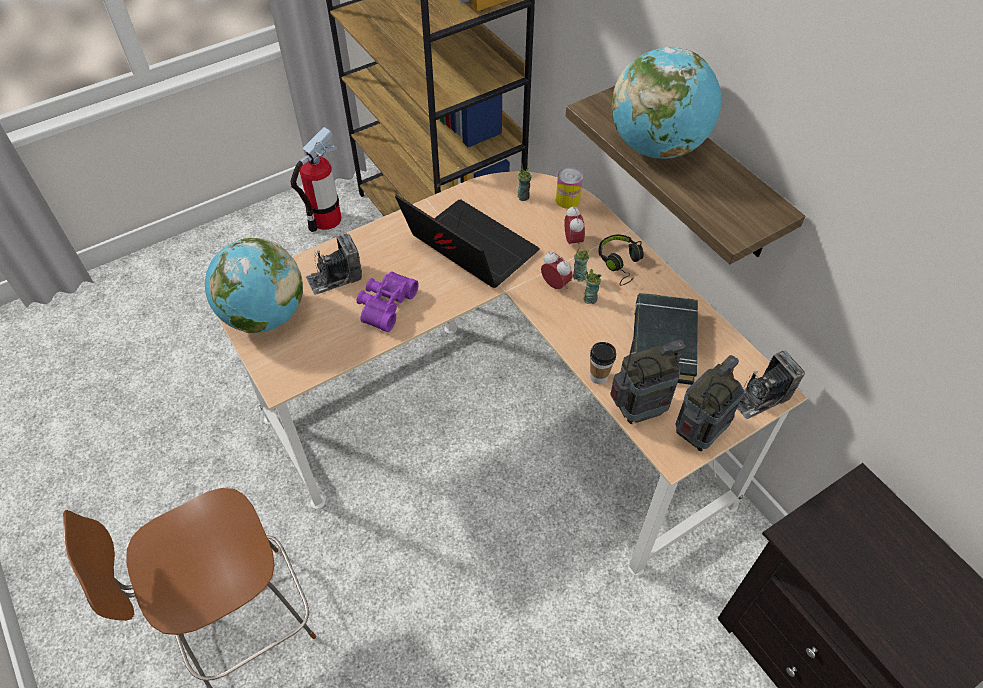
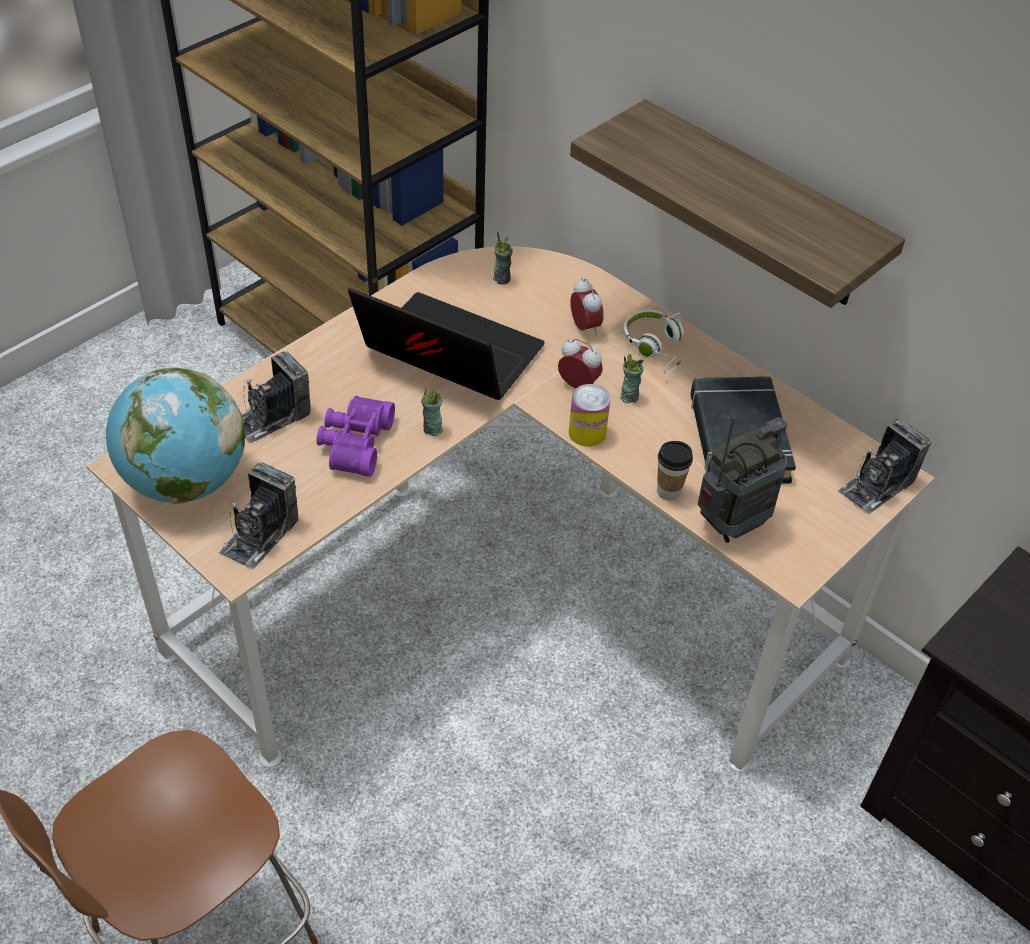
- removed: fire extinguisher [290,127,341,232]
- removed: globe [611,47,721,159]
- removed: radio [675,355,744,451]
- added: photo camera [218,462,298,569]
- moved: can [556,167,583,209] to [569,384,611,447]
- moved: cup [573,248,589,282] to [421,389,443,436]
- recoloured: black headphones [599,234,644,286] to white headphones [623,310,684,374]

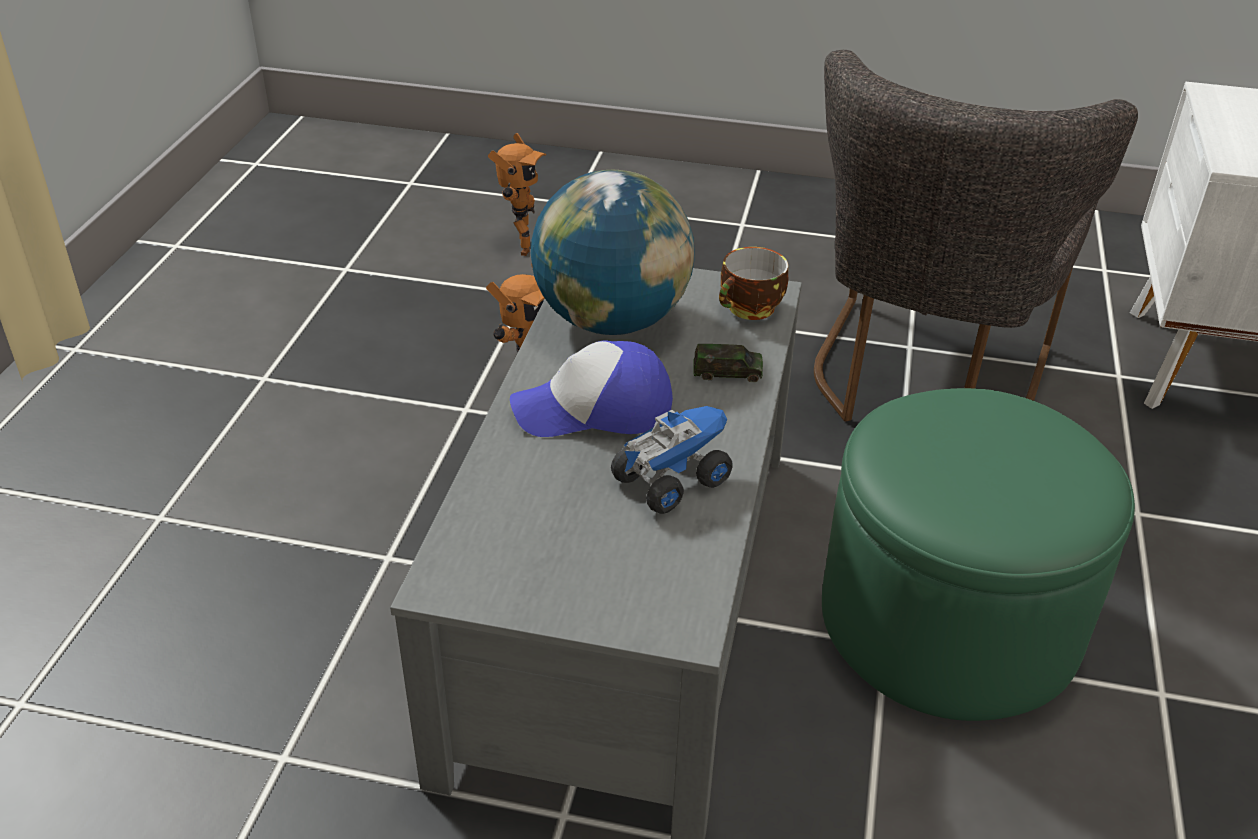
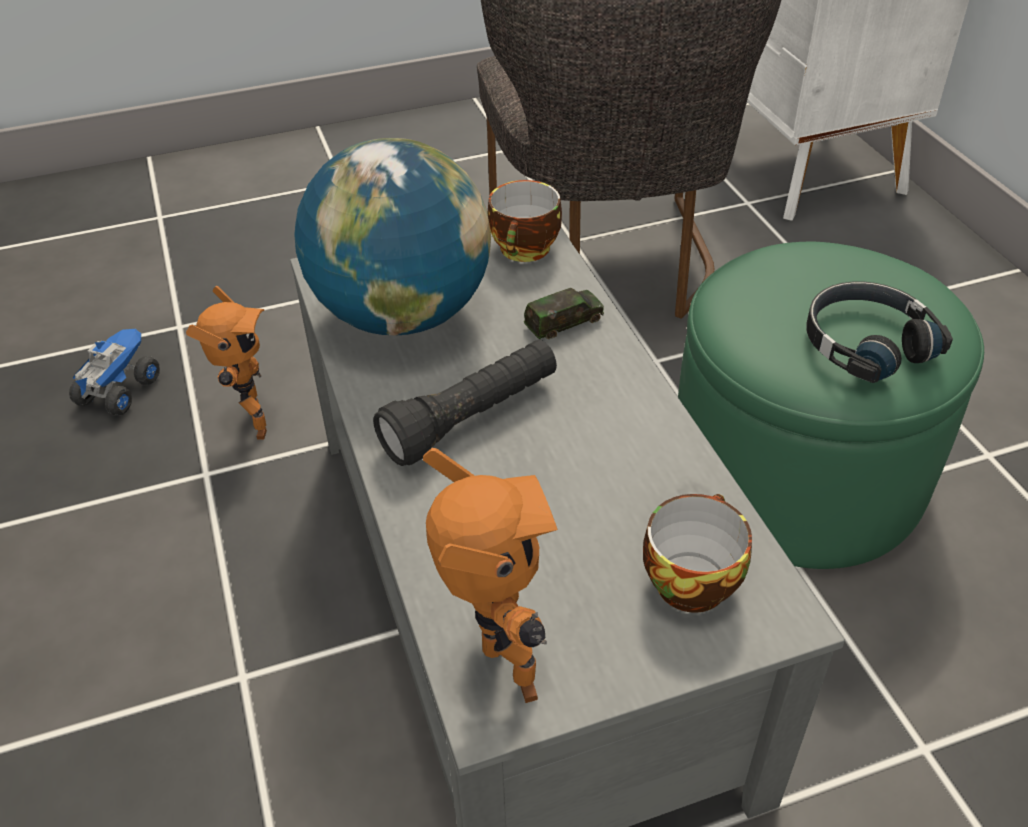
- added: cup [643,494,752,613]
- added: black headphones [806,282,953,383]
- moved: toy robot [488,133,547,256] to [423,448,558,703]
- moved: toy truck [611,406,733,514] to [69,329,160,415]
- replaced: cap [510,341,673,437] to black flashlight [373,340,557,466]

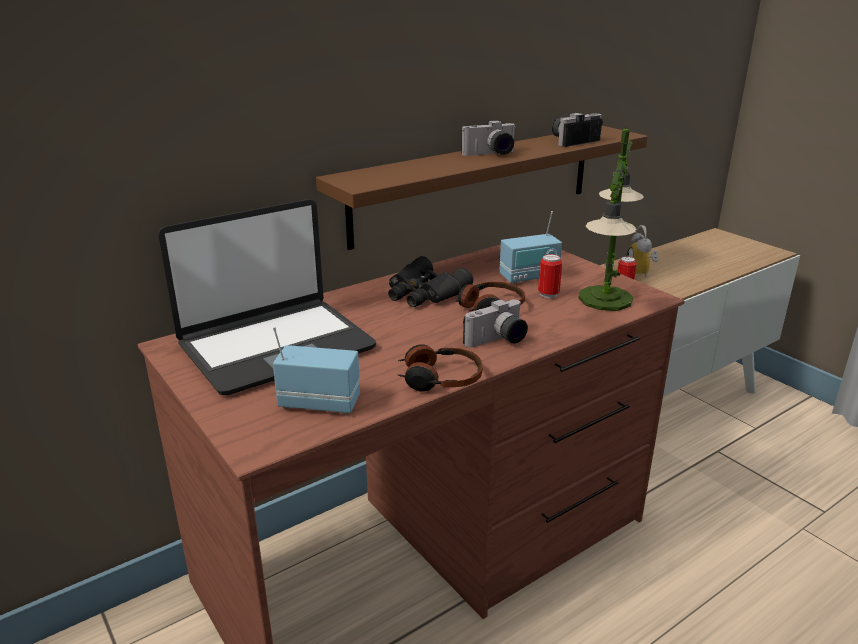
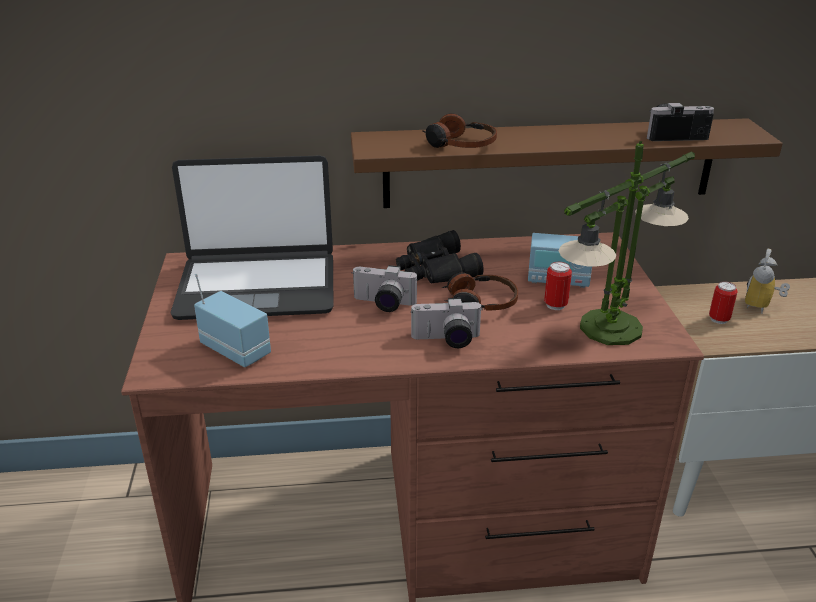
- moved: headphones [398,344,482,392] to [423,113,497,148]
- moved: photo camera [461,120,516,156] to [352,265,418,312]

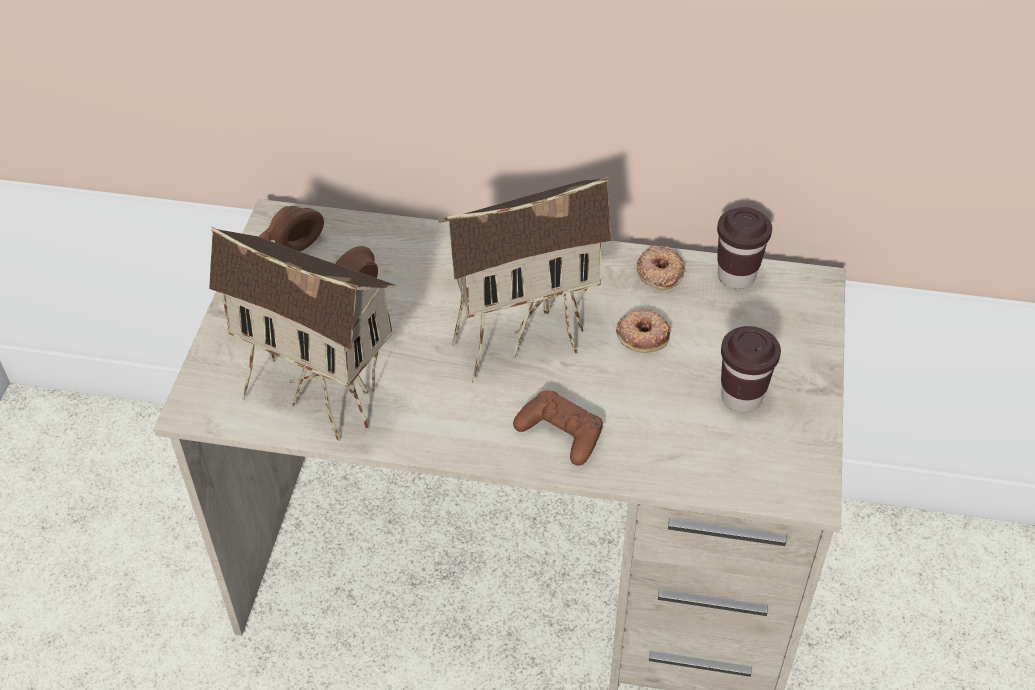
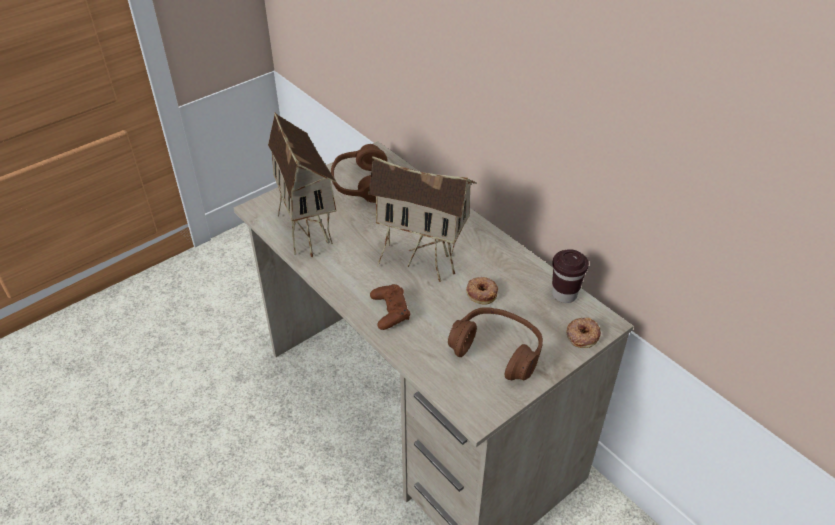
- moved: donut [637,246,685,290] to [567,318,601,348]
- replaced: brown cup [721,326,781,413] to brown headphones [448,307,543,380]

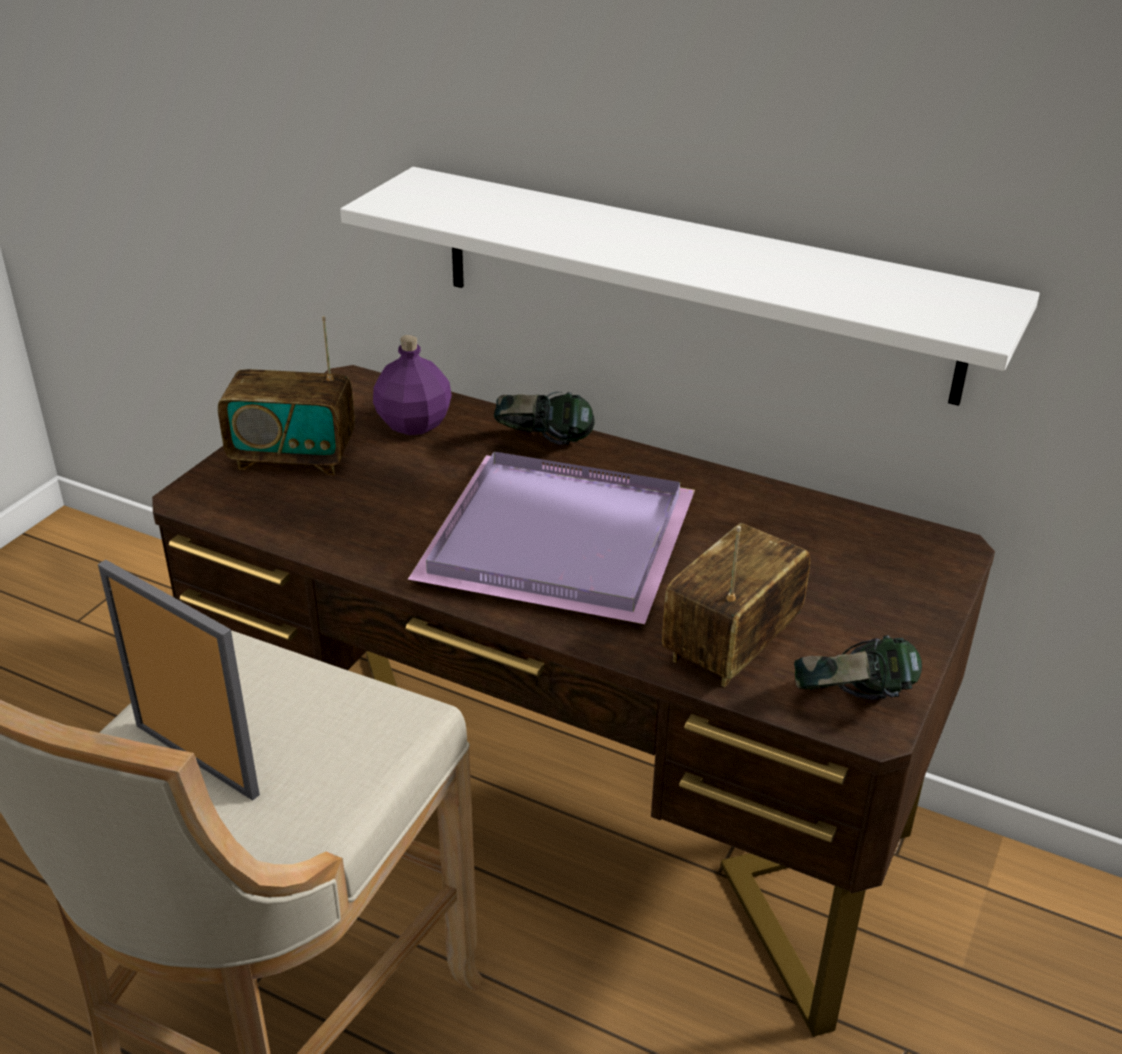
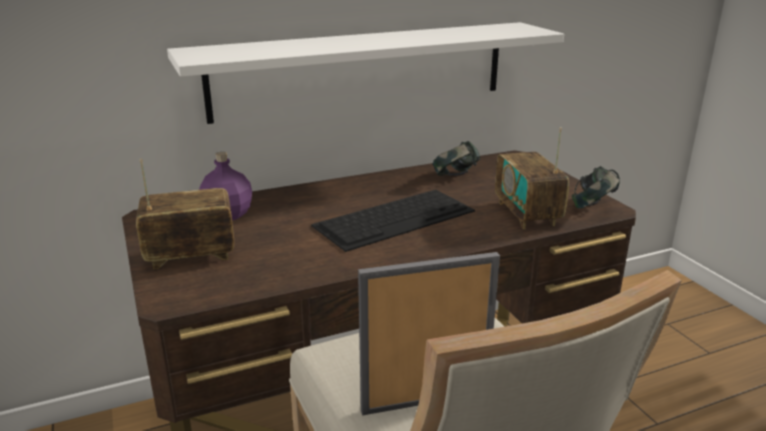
- moved: headphones [494,392,595,445] to [433,141,481,176]
- replaced: purple tray [408,452,695,624] to keyboard [311,190,475,252]
- turned: radio [218,316,355,475] = [136,159,235,269] 150 degrees counterclockwise

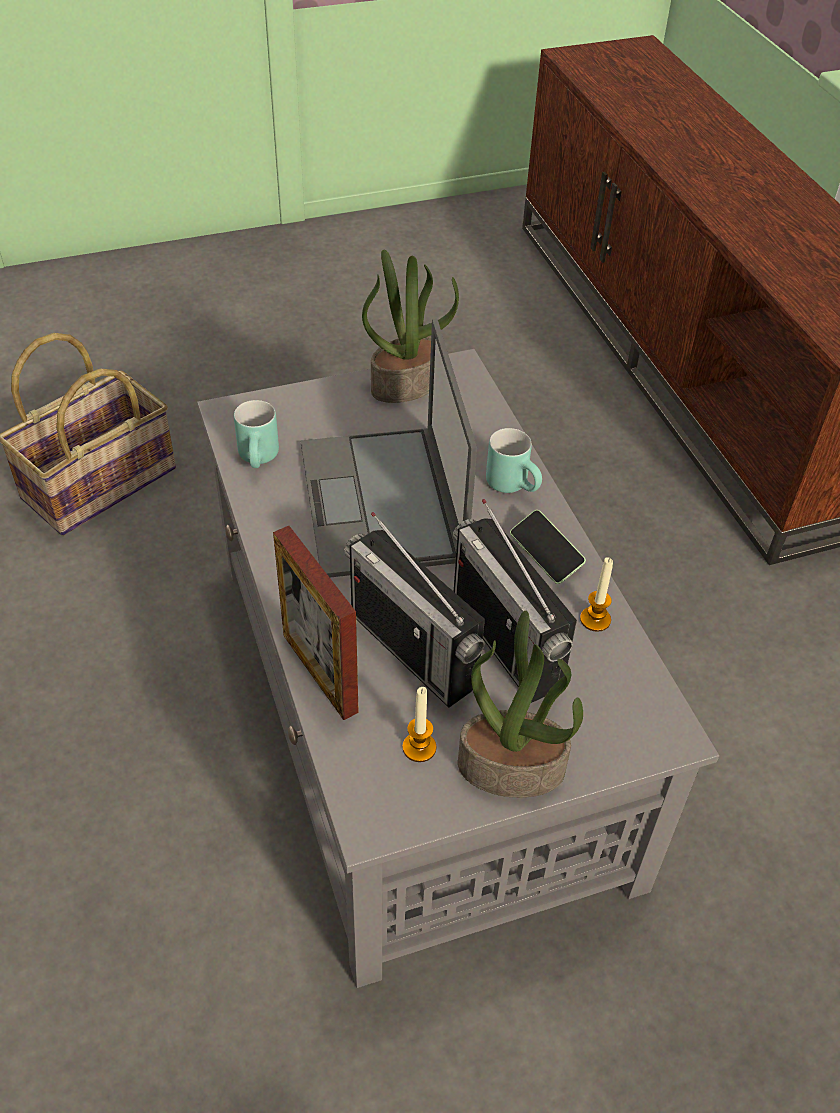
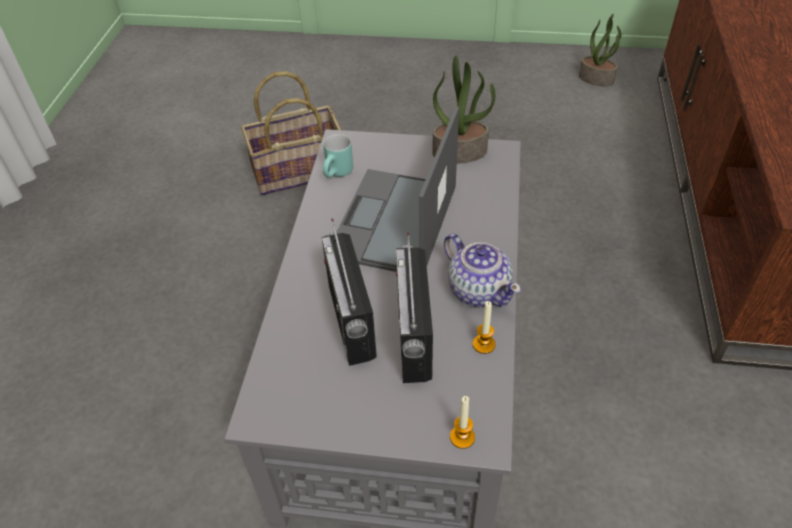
- removed: picture frame [273,526,359,720]
- removed: turquoise mug [486,428,542,493]
- moved: candle [402,687,437,762] to [450,396,475,449]
- moved: potted plant [458,611,583,798] to [579,14,622,86]
- replaced: phone [510,510,586,584] to teapot [444,234,521,307]

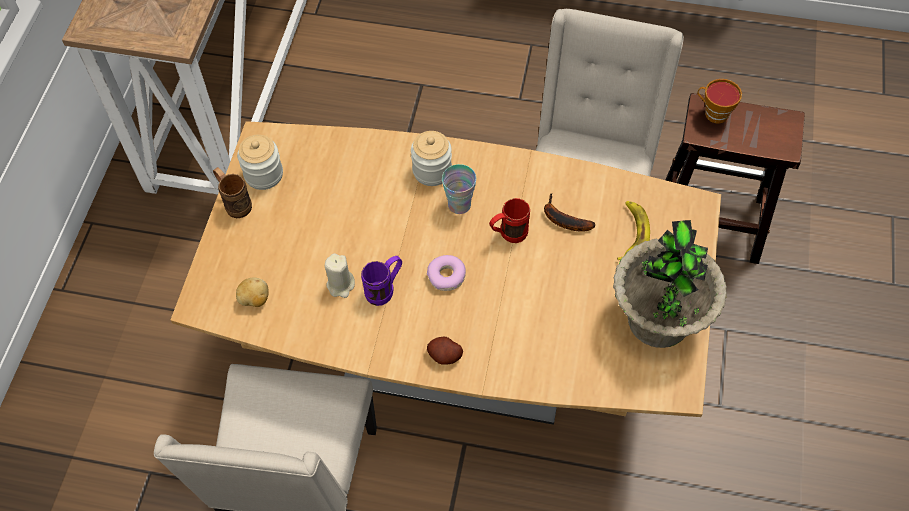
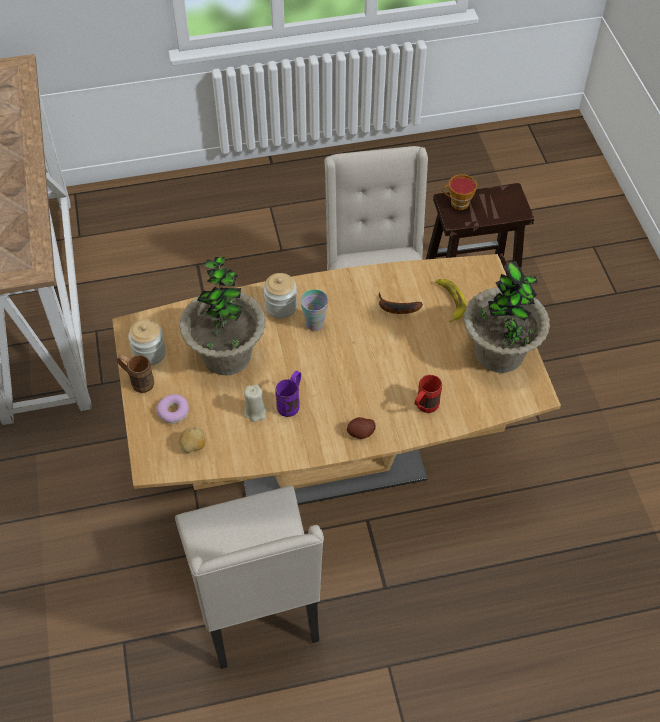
- added: potted plant [179,257,266,375]
- moved: donut [427,255,466,291] to [156,394,189,424]
- moved: red mug [489,198,530,243] to [415,375,442,413]

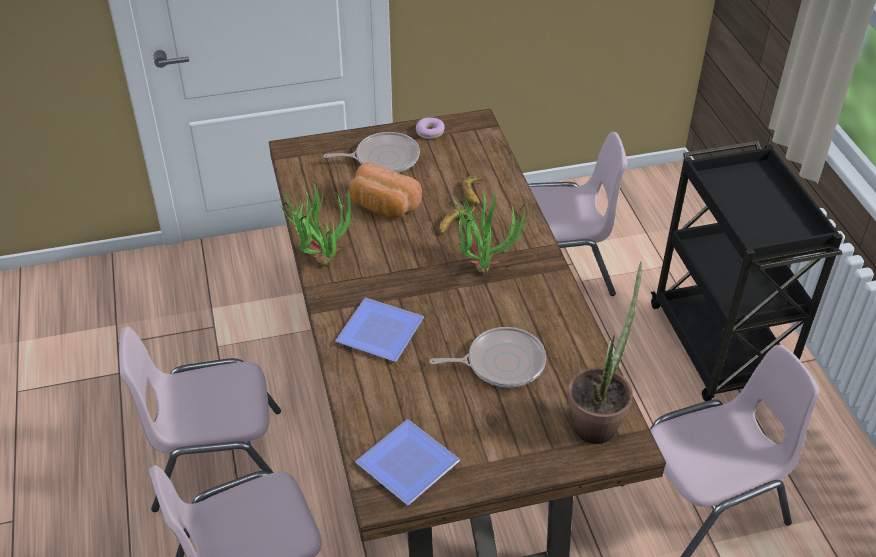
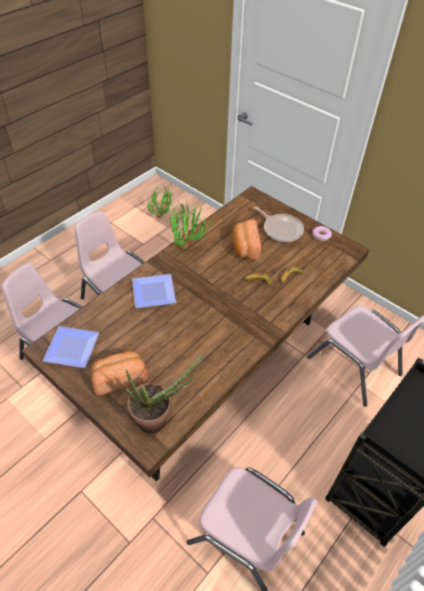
- removed: frying pan [429,327,546,388]
- added: bread [91,351,148,395]
- moved: potted plant [453,191,529,274] to [147,186,175,218]

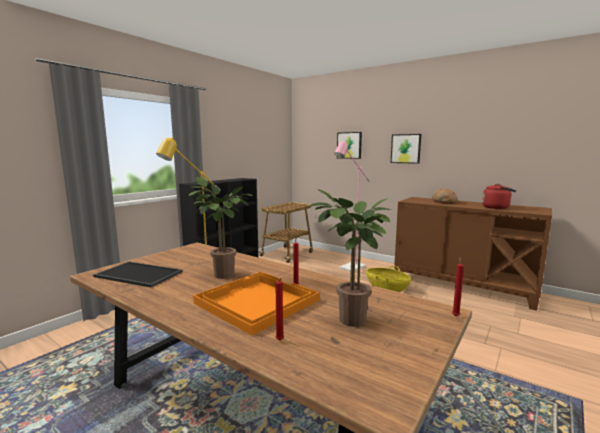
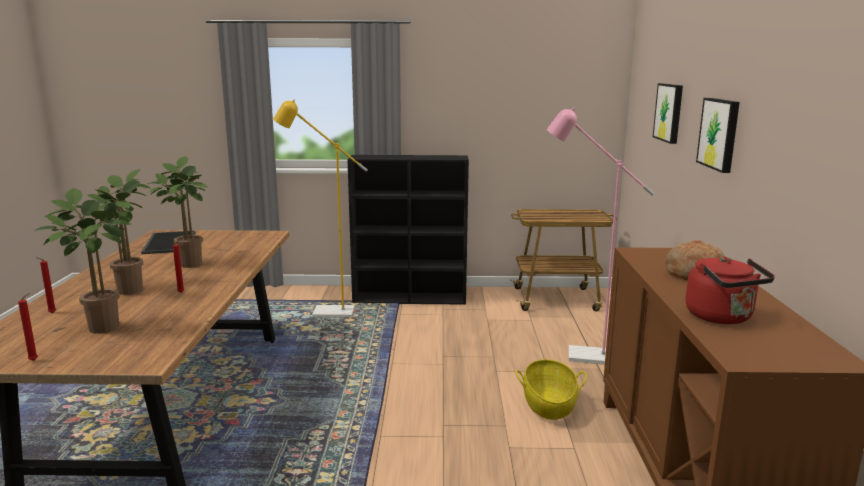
- moved: red candle [452,258,464,316] to [18,293,38,361]
- replaced: orange tray [193,272,319,335] to potted plant [88,169,151,295]

